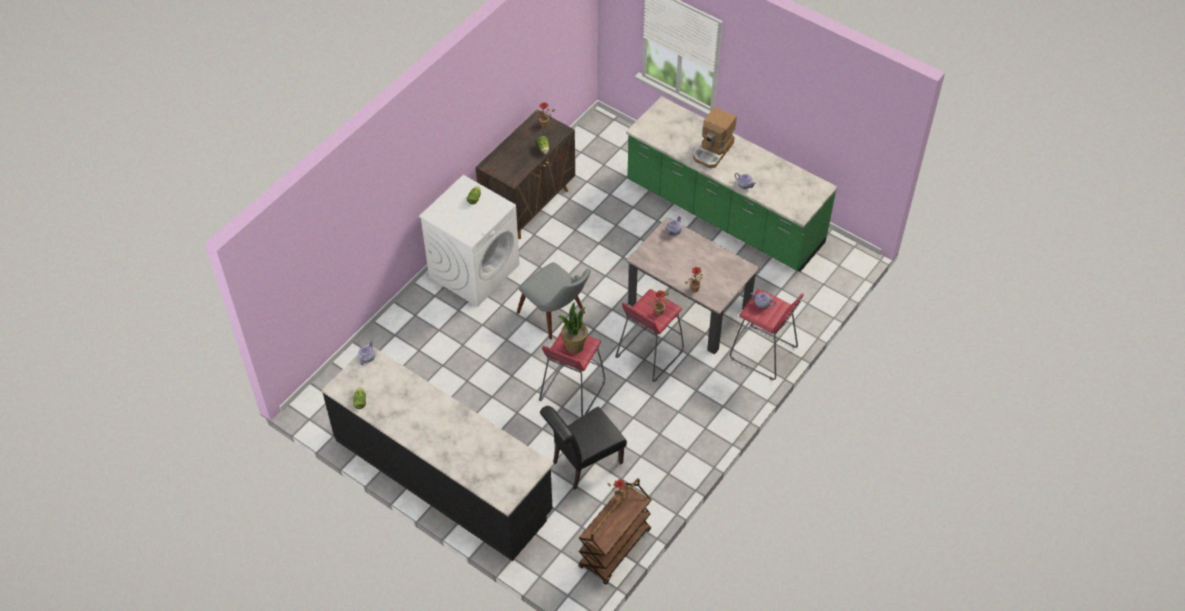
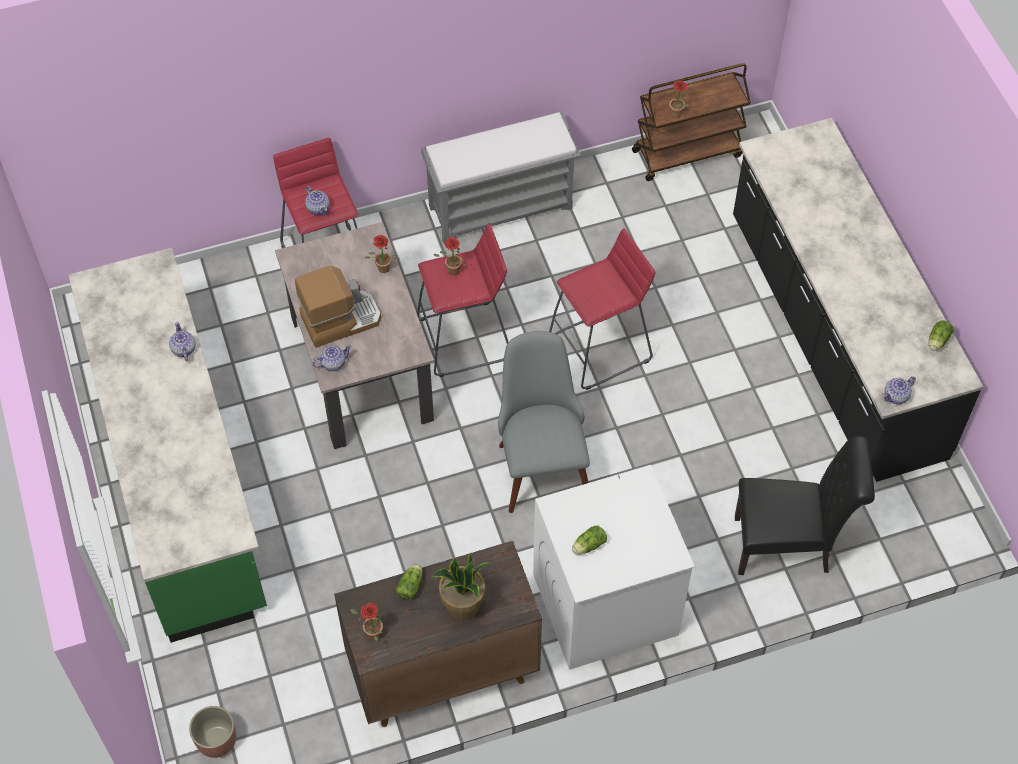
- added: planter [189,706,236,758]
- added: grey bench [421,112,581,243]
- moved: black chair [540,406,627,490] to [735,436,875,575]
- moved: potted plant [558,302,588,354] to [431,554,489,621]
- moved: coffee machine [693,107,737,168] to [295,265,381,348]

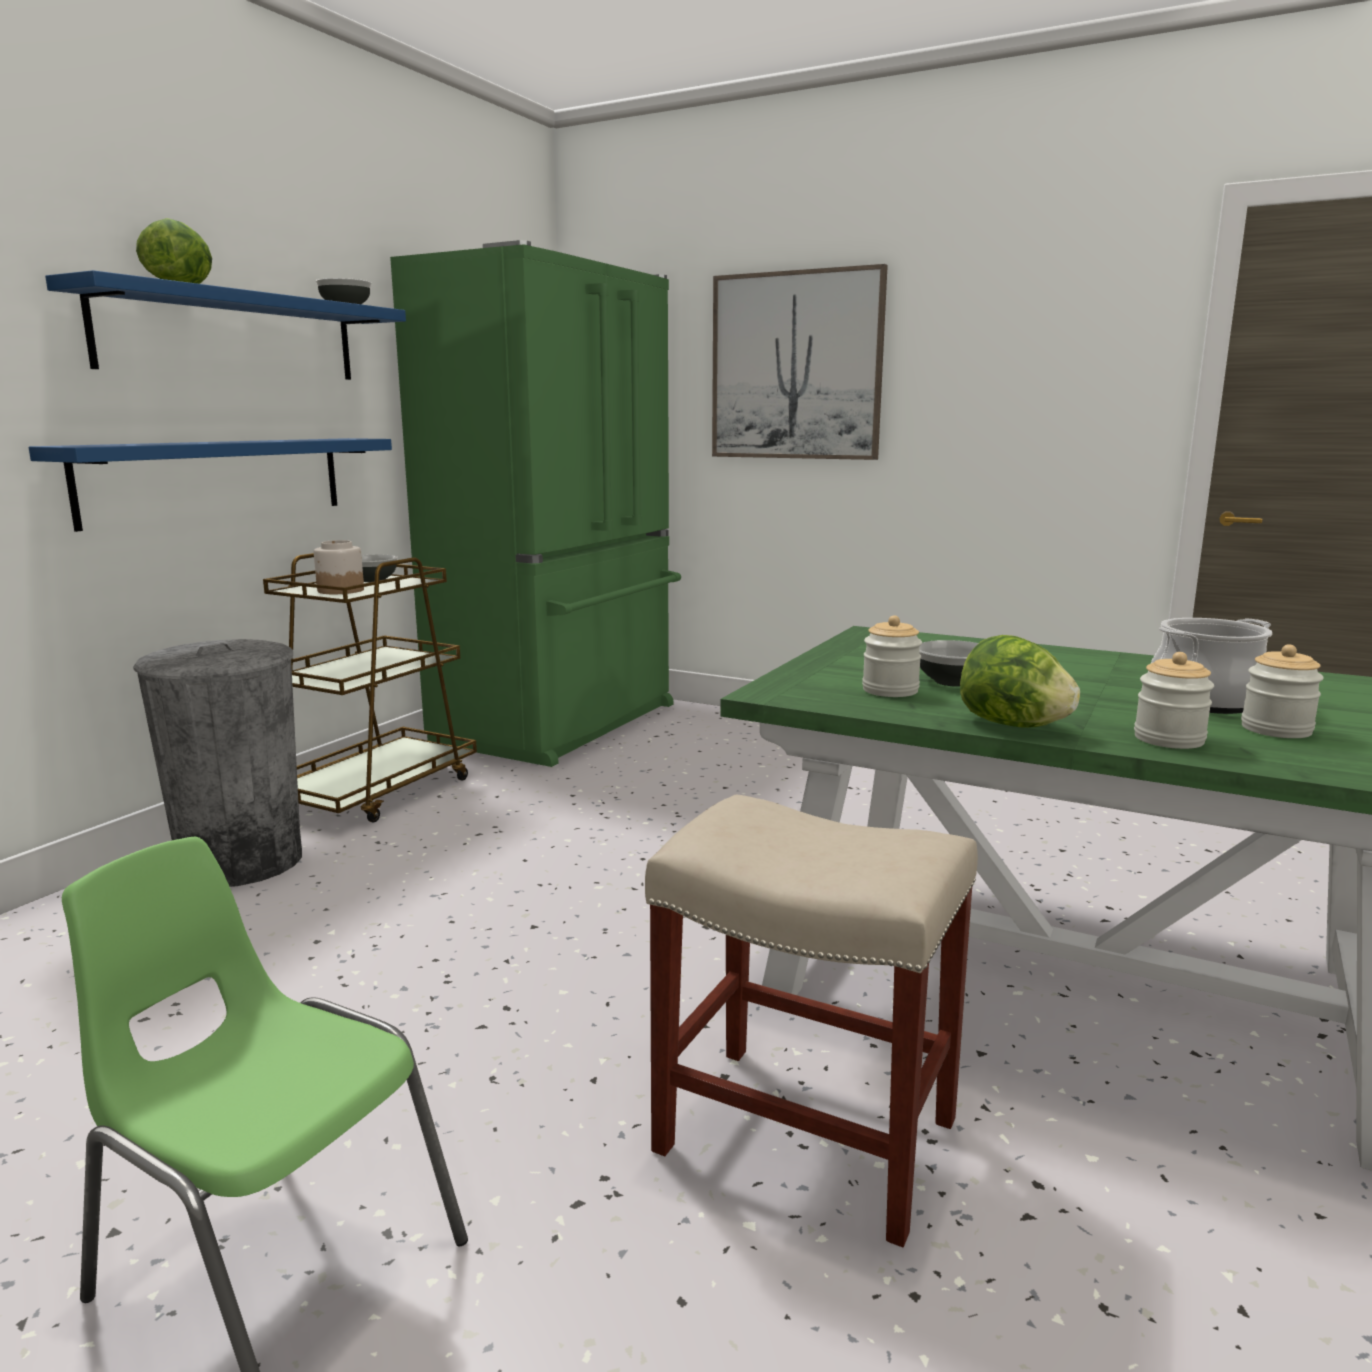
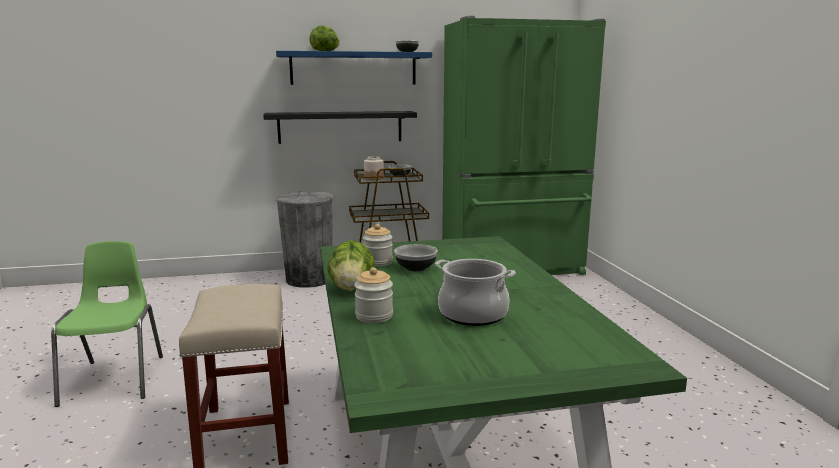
- removed: picture [712,264,888,460]
- removed: jar [1241,644,1323,738]
- recoloured: blue shelf [29,438,392,532] to black shelf [263,111,417,144]

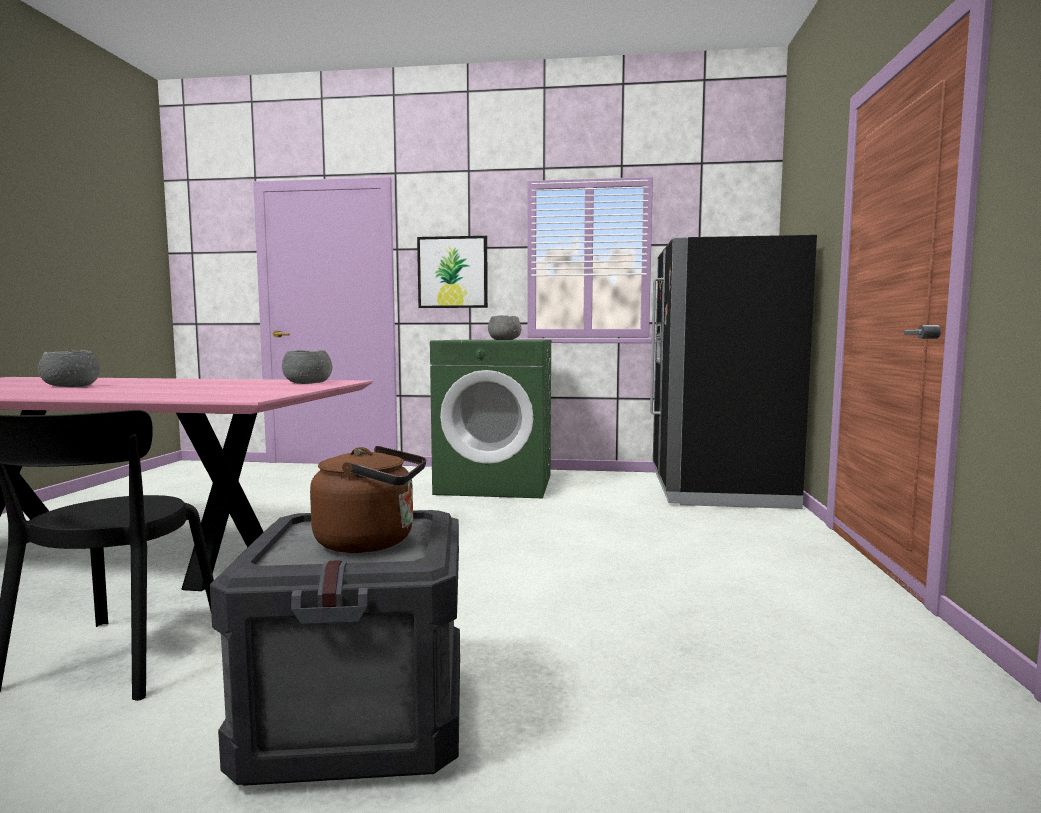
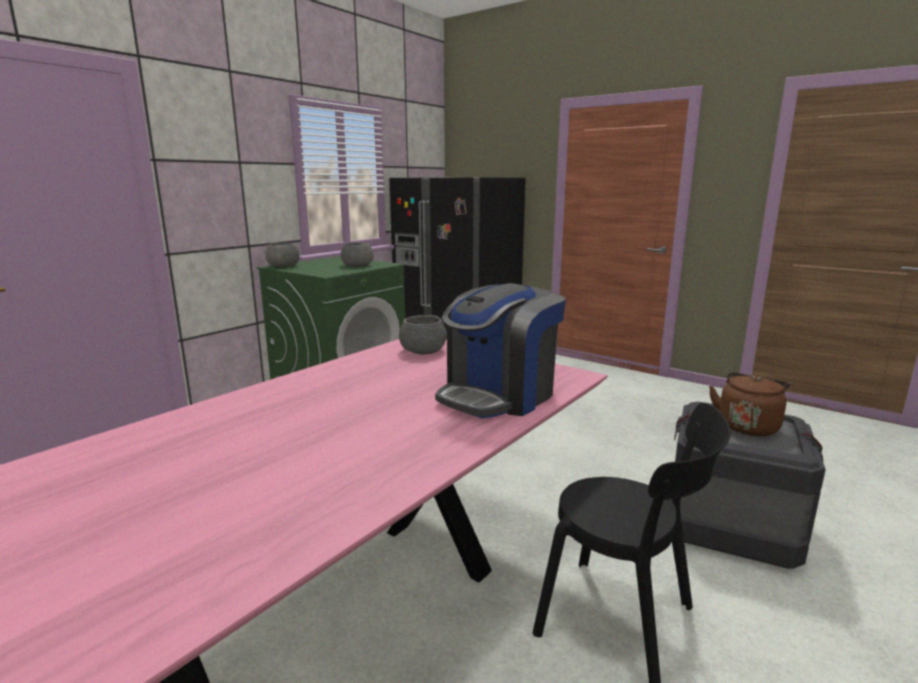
- removed: picture [417,236,488,308]
- added: coffee machine [435,283,566,418]
- moved: grey bowl [38,351,100,387] to [265,243,300,267]

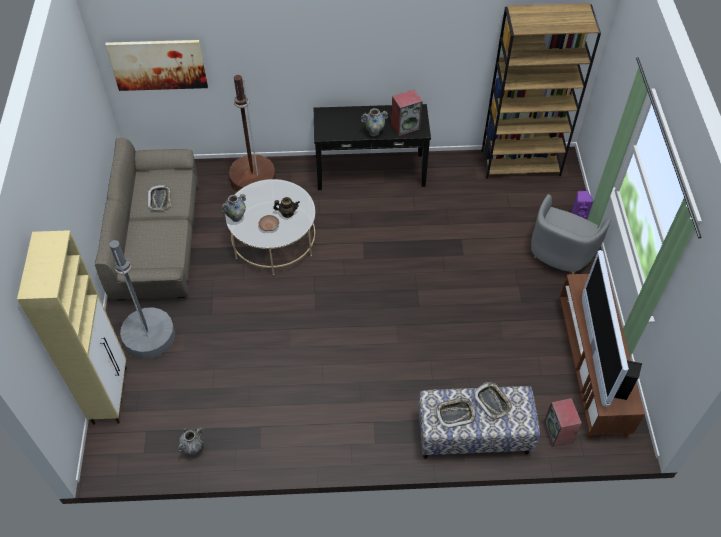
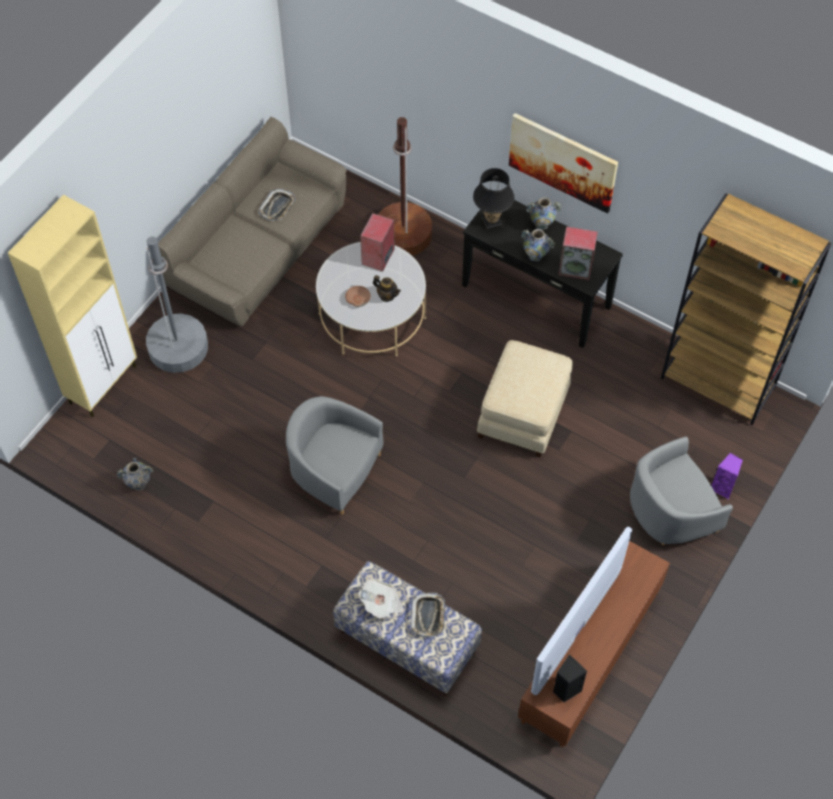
- added: grey armchair [286,396,384,515]
- added: black table lamp [473,168,515,231]
- added: beige ottoman [477,340,573,457]
- moved: picture [105,40,208,91] to [509,113,618,213]
- moved: vase [221,194,246,222] to [526,197,561,230]
- moved: speaker [544,398,582,447] to [360,213,395,272]
- replaced: tray [435,397,476,428] to newspaper [359,578,404,619]

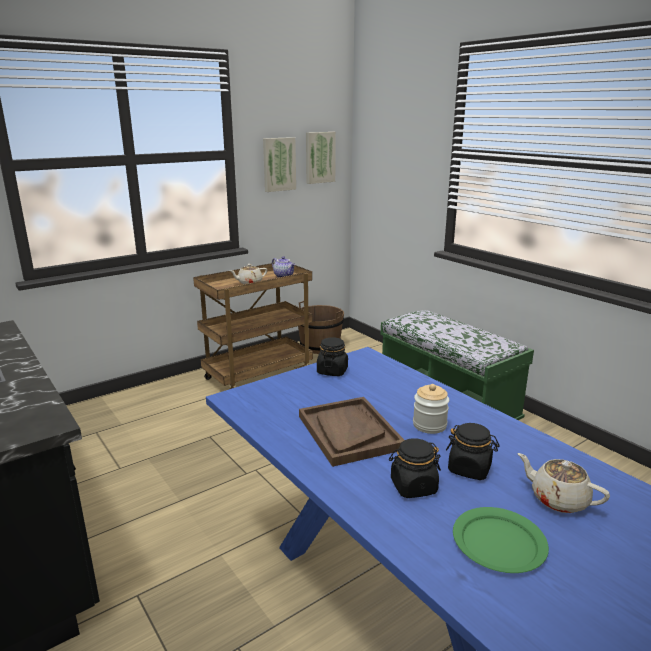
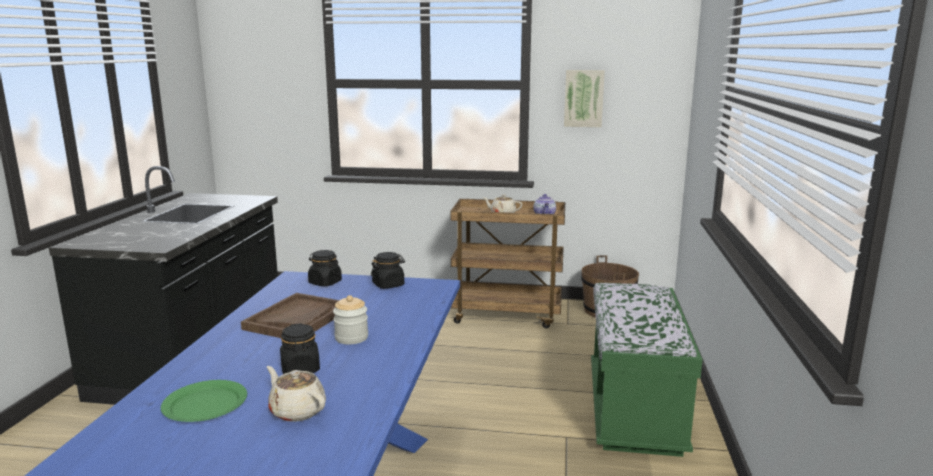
- removed: picture [306,132,336,184]
- moved: black jar [389,438,441,498] to [308,250,342,286]
- turned: beige teapot [517,453,610,513] = [267,366,326,422] 45 degrees counterclockwise

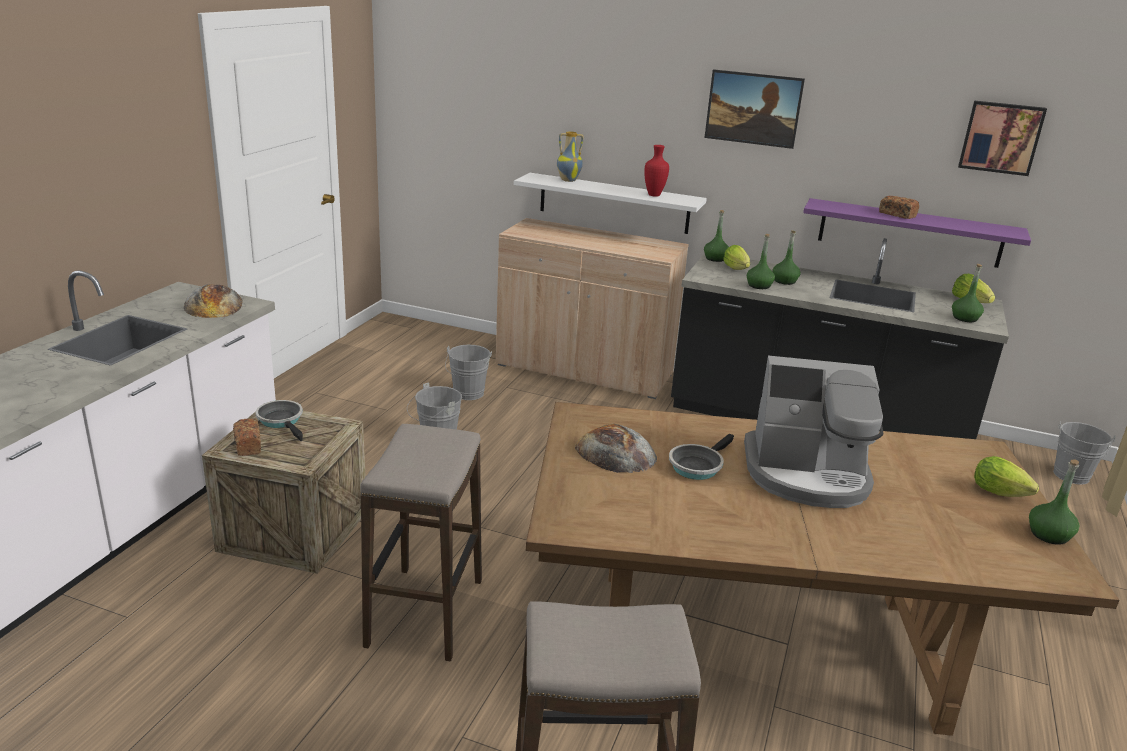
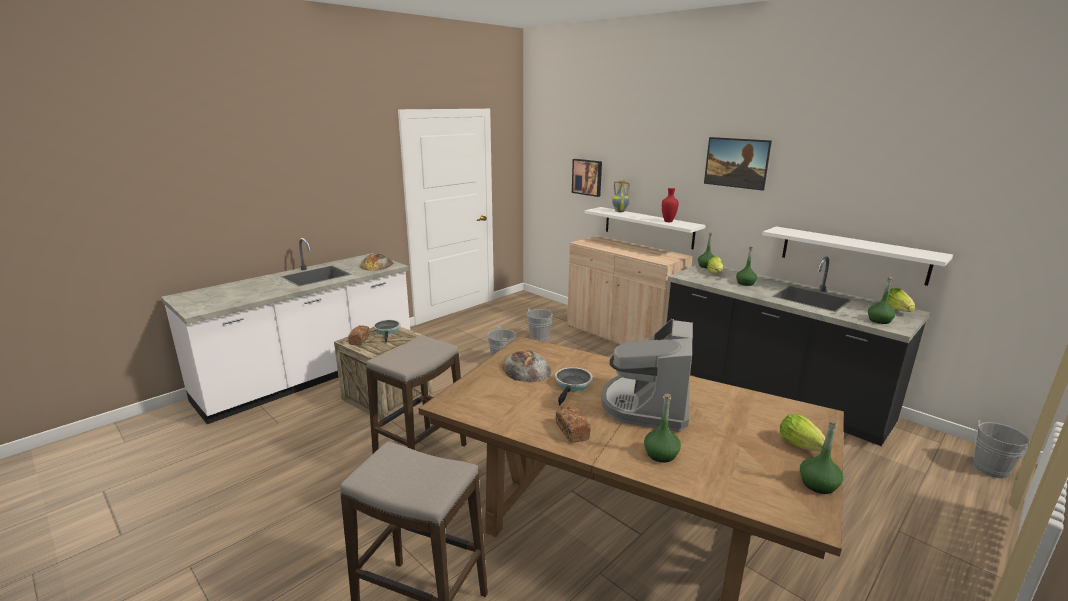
- moved: green bottle [747,234,775,289] to [644,393,681,463]
- moved: bread [879,196,919,219] to [556,406,591,443]
- moved: picture [958,100,1047,176] to [572,159,602,197]
- recoloured: purple shelf [803,198,1031,268] to white shelf [762,226,953,286]
- turned: frying pan [669,434,734,480] = [555,367,593,405] 135 degrees clockwise
- turned: coffee machine [744,355,883,508] = [601,319,693,432] 75 degrees clockwise

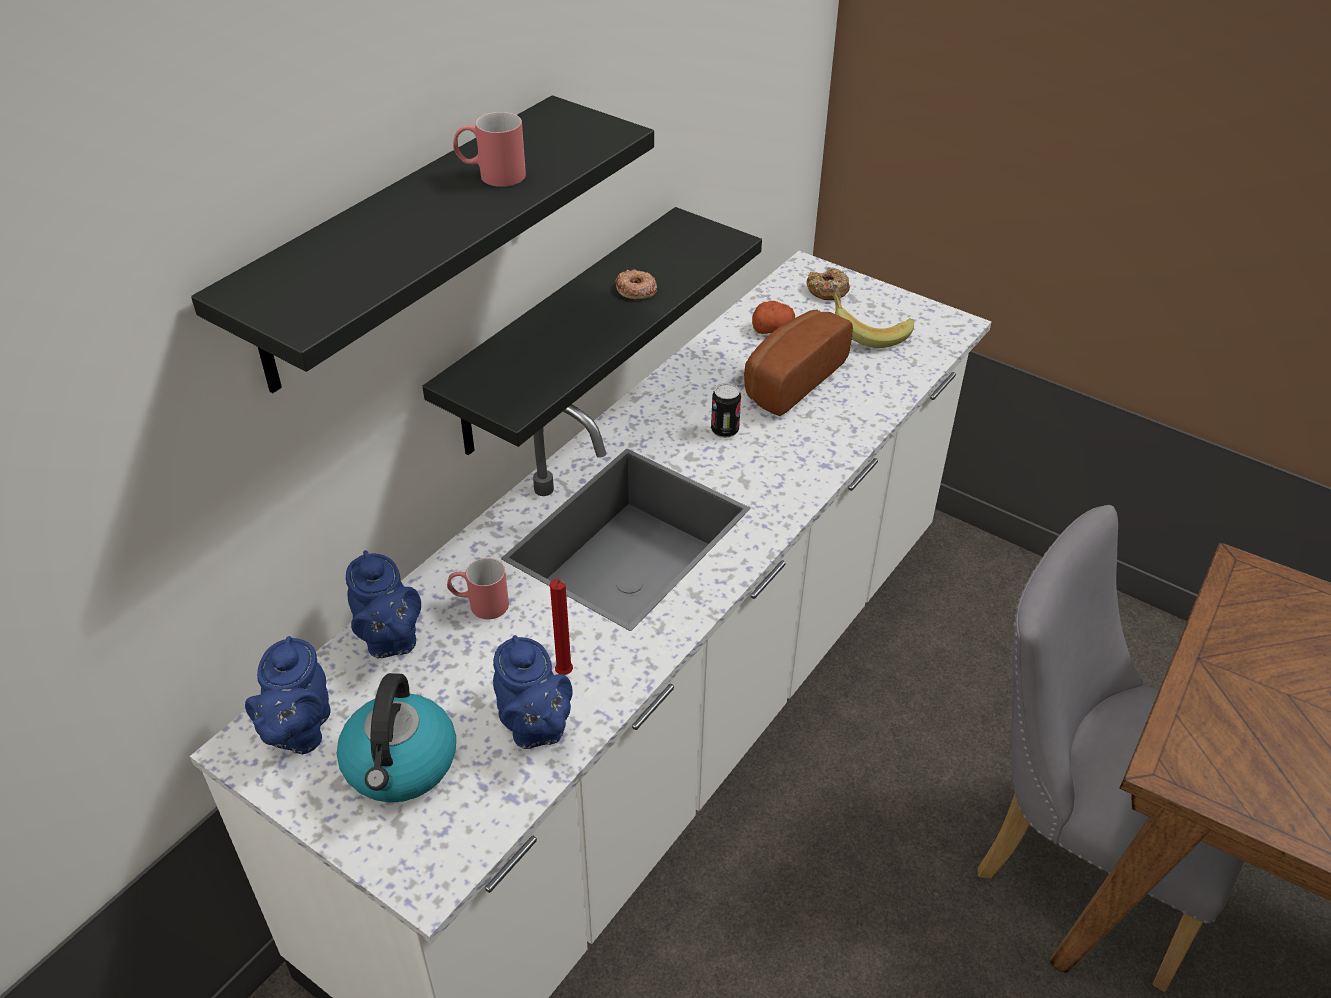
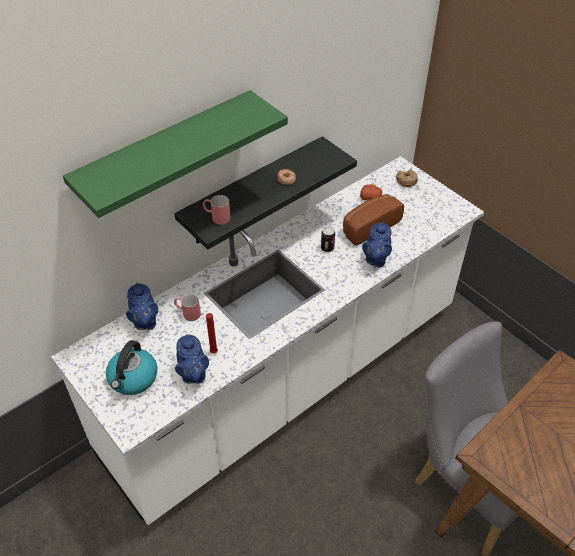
- removed: banana [833,284,914,348]
- moved: blue teapot [245,636,331,754] to [362,222,392,268]
- moved: red mug [453,112,526,187] to [202,195,231,225]
- recoloured: black shelf [191,95,654,393] to green shelf [63,90,288,218]

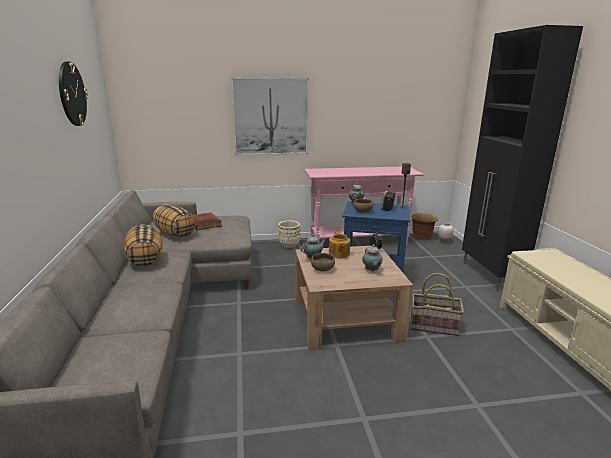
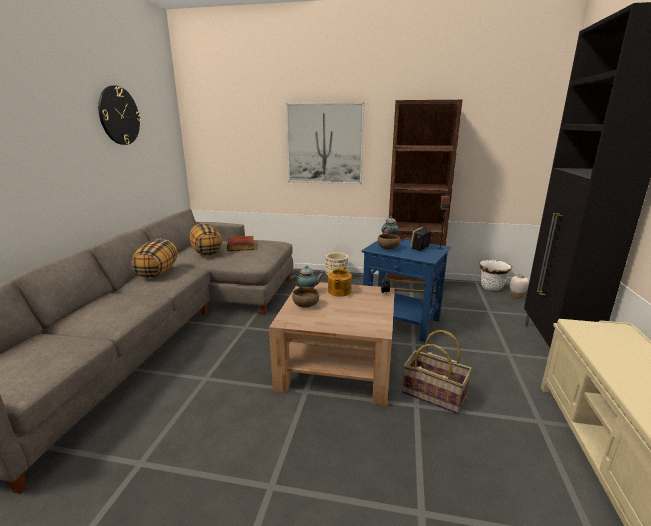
- removed: teapot [362,244,383,272]
- replaced: pink console table [304,167,423,246] to brown bookcase [388,100,462,294]
- recoloured: brown planter [411,213,438,239] to white planter [479,260,512,291]

